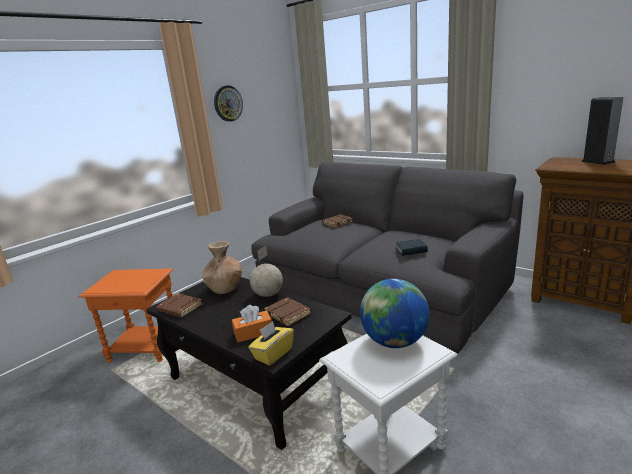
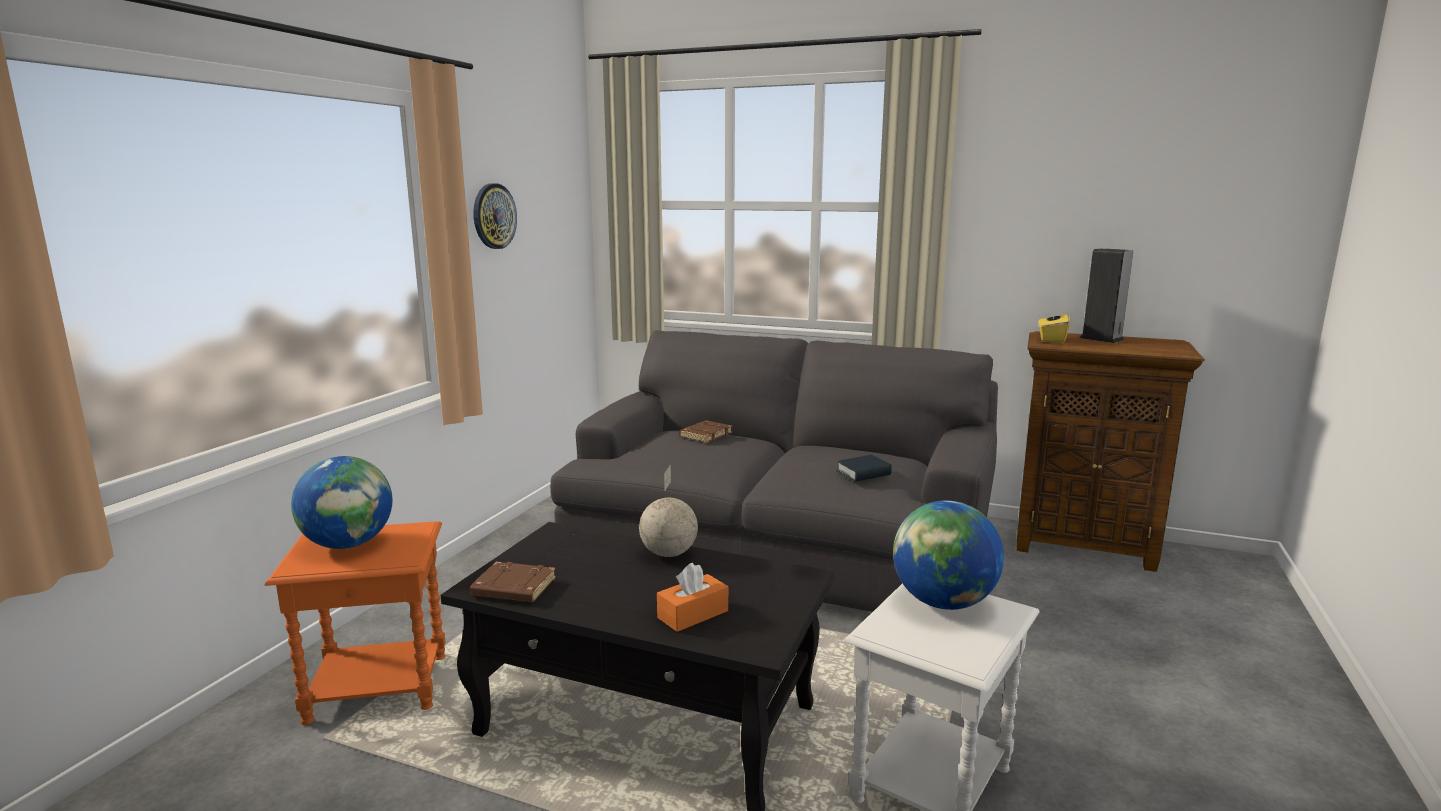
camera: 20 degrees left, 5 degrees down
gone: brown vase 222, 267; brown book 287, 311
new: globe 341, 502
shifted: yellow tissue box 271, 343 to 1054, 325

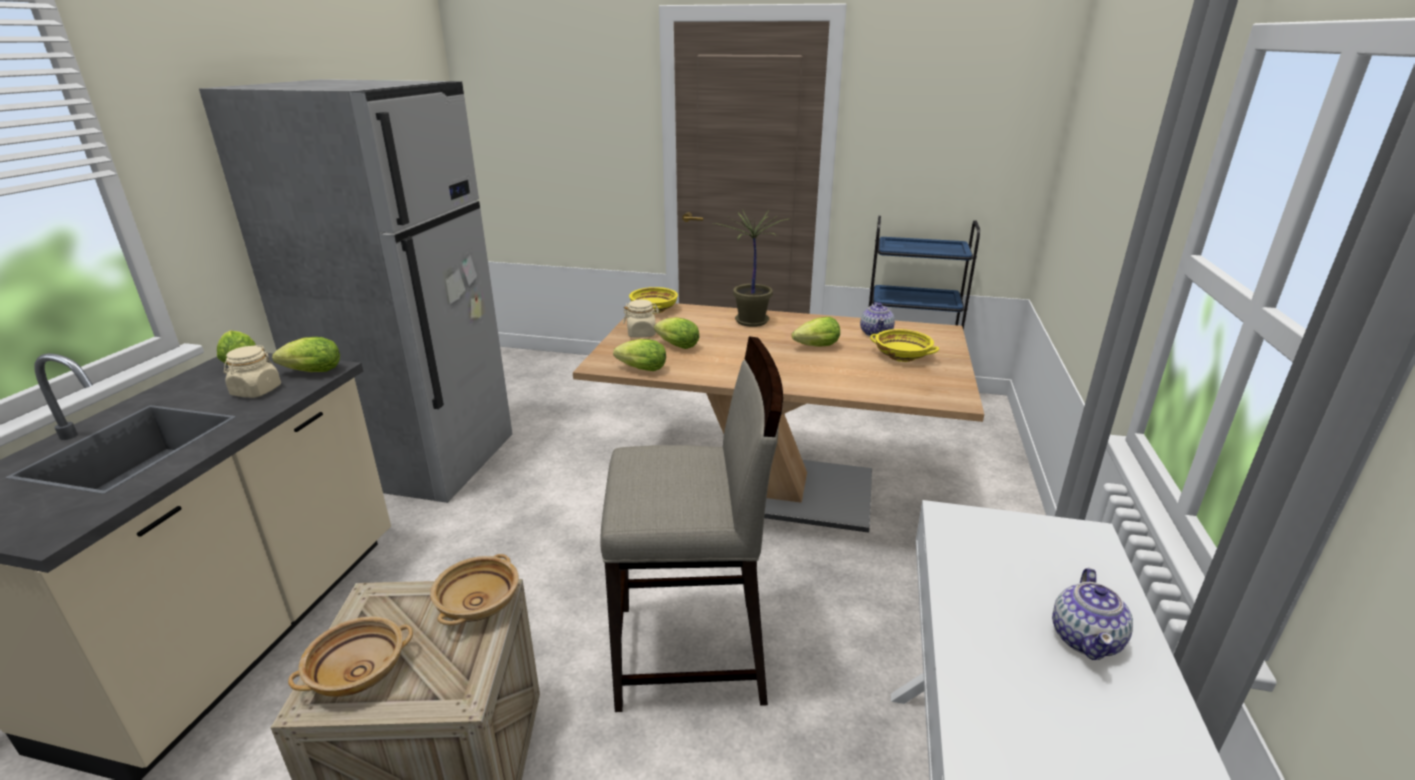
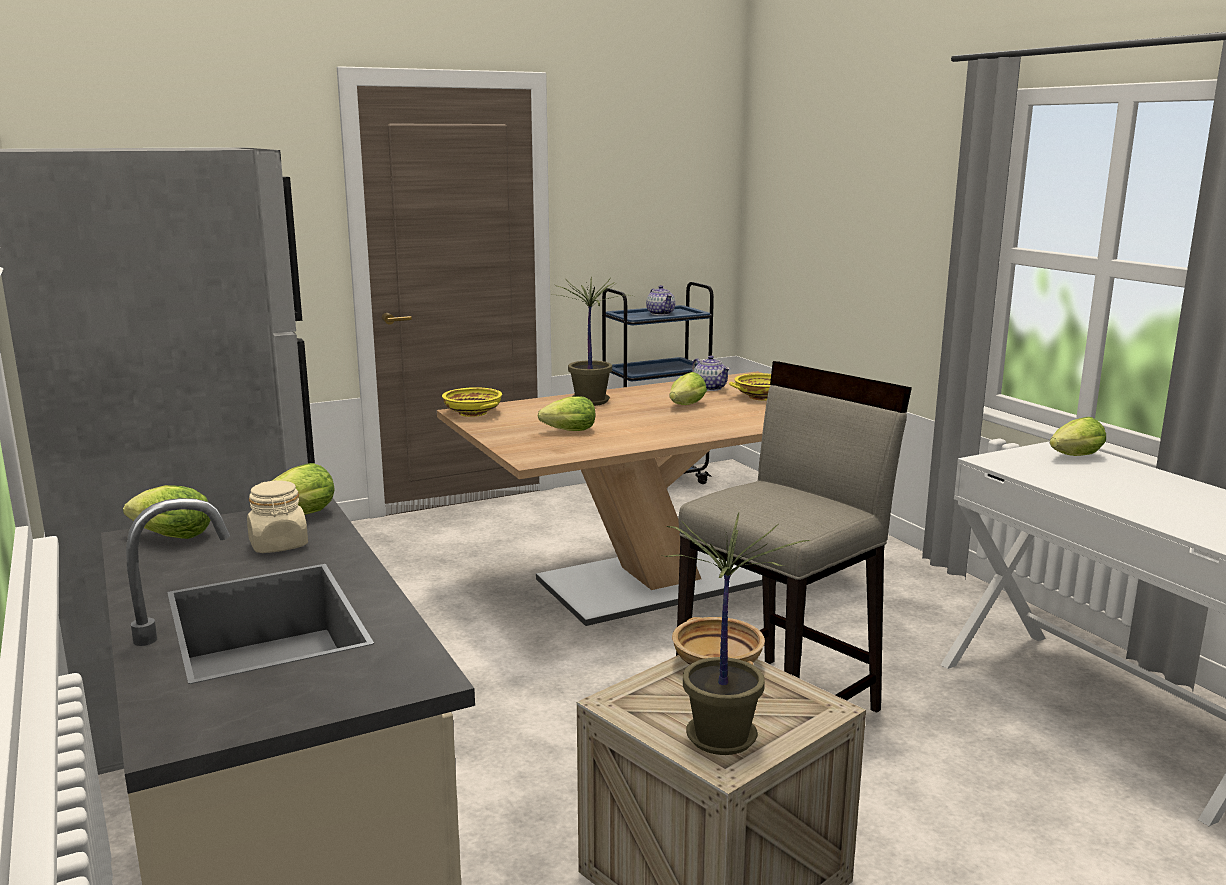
camera: 40 degrees left, 10 degrees down
gone: beige jar 641, 318
shifted: lettuce 639, 355 to 1078, 436; teapot 1092, 614 to 660, 300
swapped: beige bowl 350, 657 to potted plant 736, 633

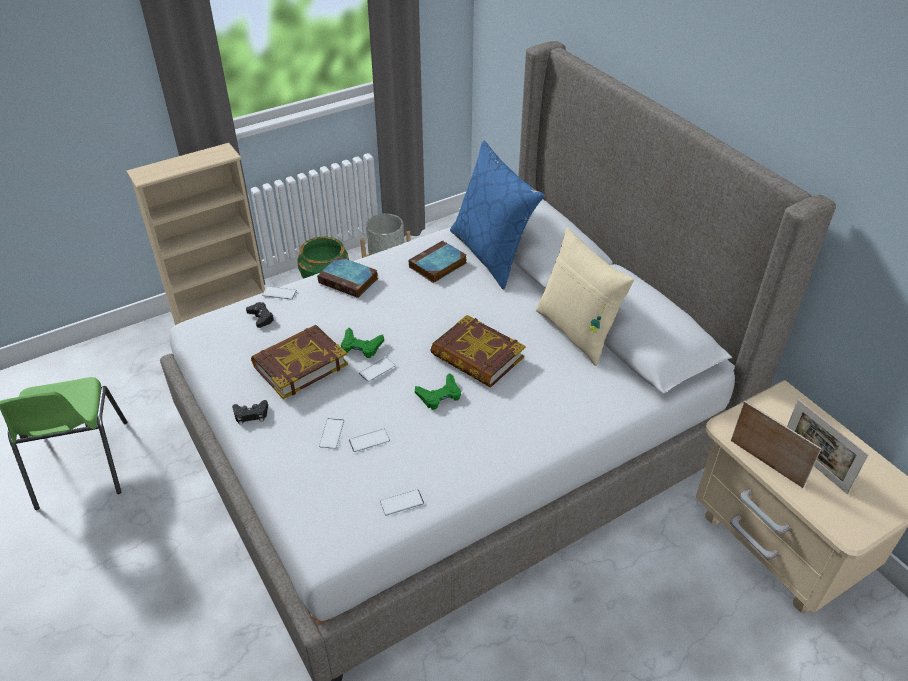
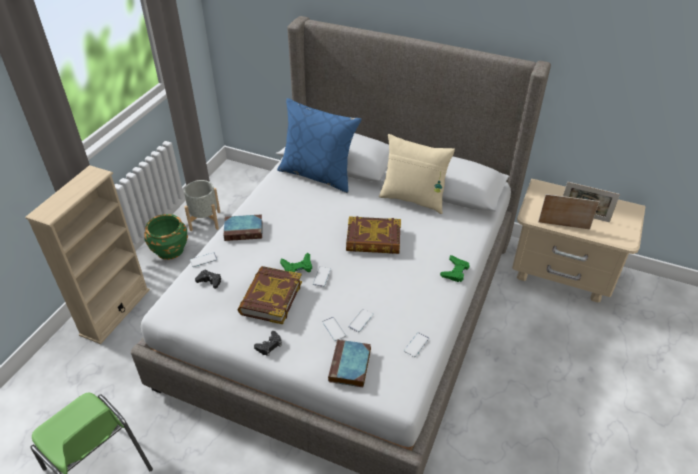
camera: 35 degrees left, 0 degrees up
shifted: book 437, 261 to 349, 363; green game controller 438, 391 to 455, 268

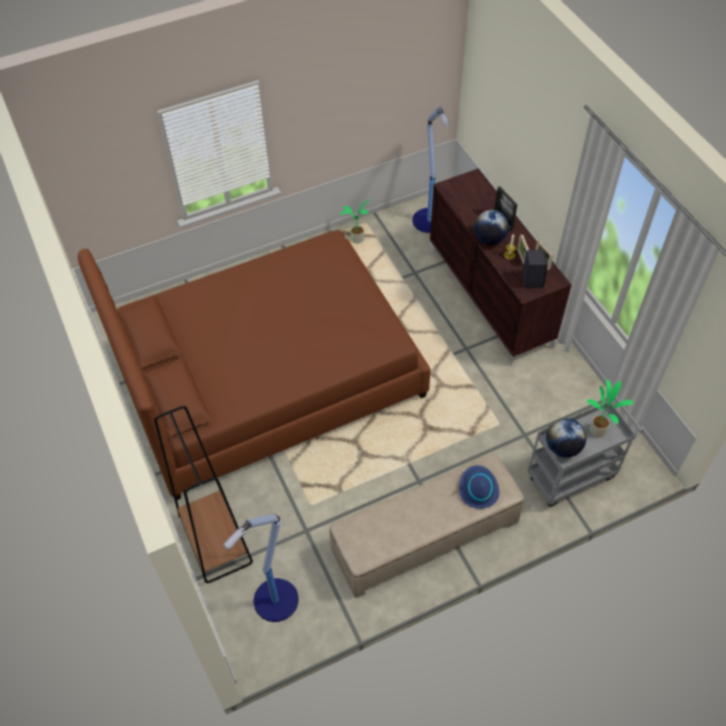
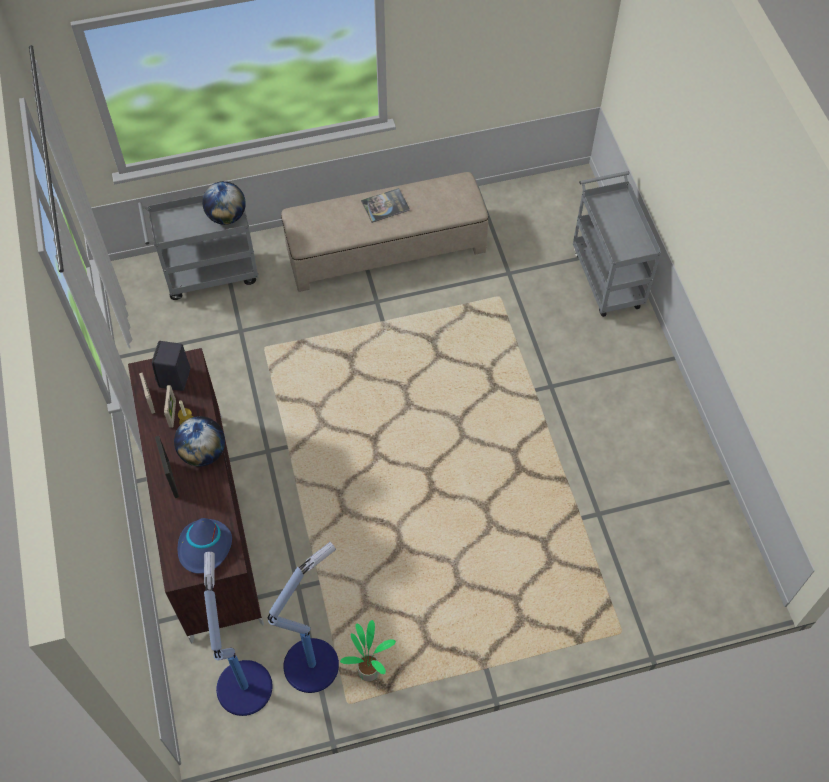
camera: 170 degrees left, 5 degrees up
gone: brown bed 254, 365; potted plant 610, 408
new: book 385, 205
shifted: floor lamp 261, 568 to 303, 617; blue hat 479, 487 to 205, 546
swapped: clothes rack 203, 494 to grey cart 617, 244

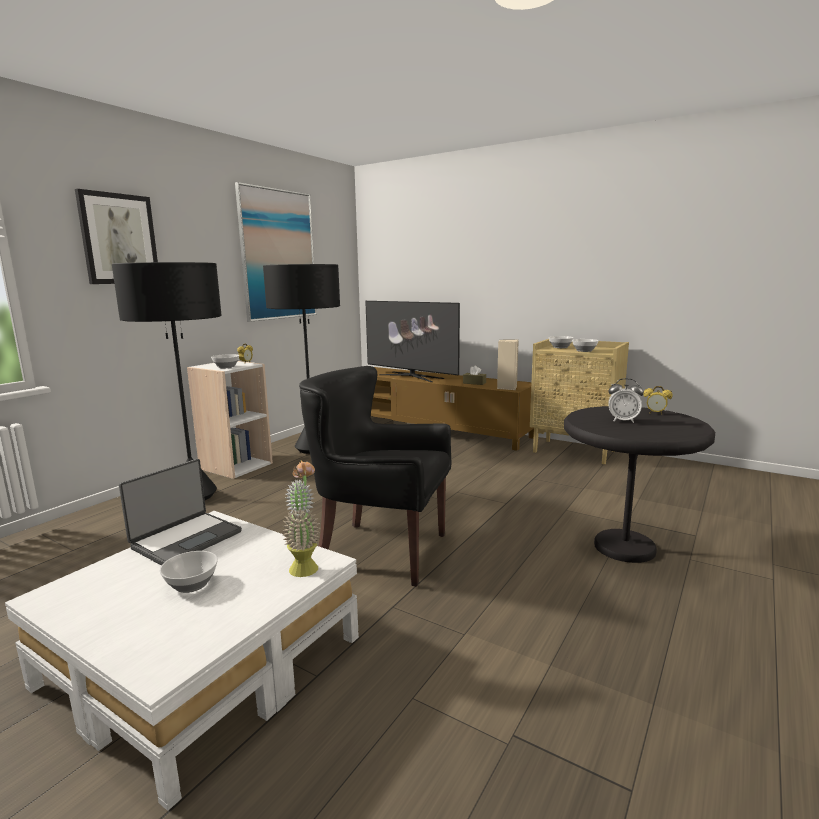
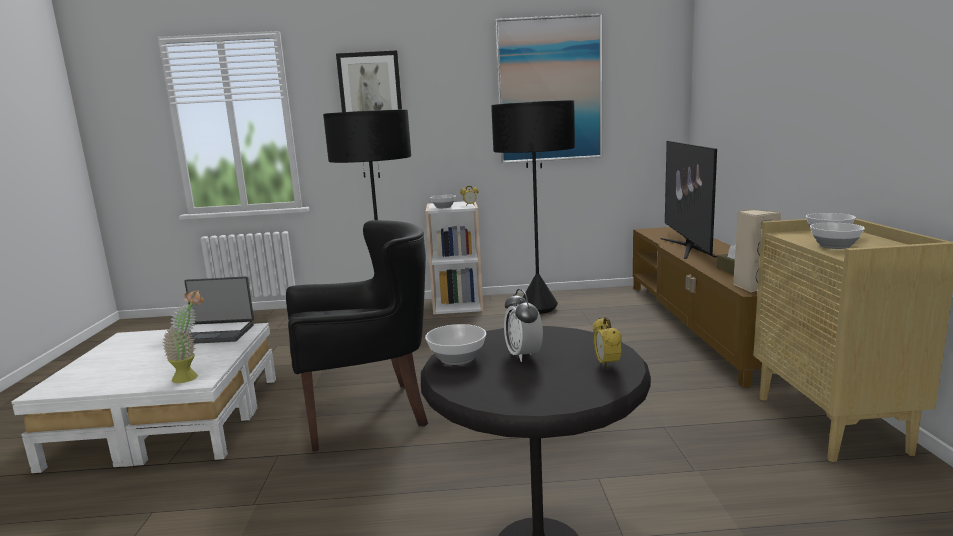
camera: 55 degrees right, 0 degrees up
shifted: bowl 189, 572 to 455, 344
rotated: black armchair 375, 476 = 357, 336 90 degrees clockwise

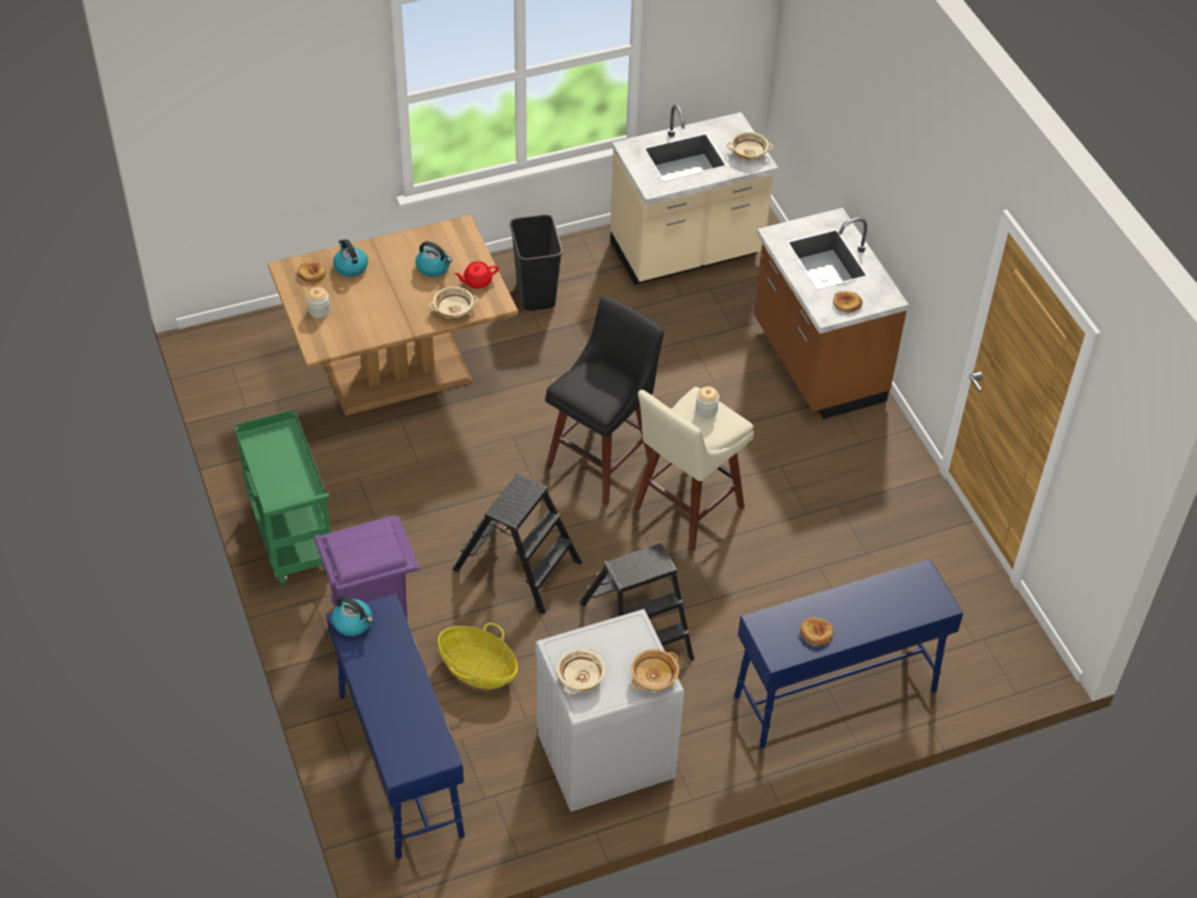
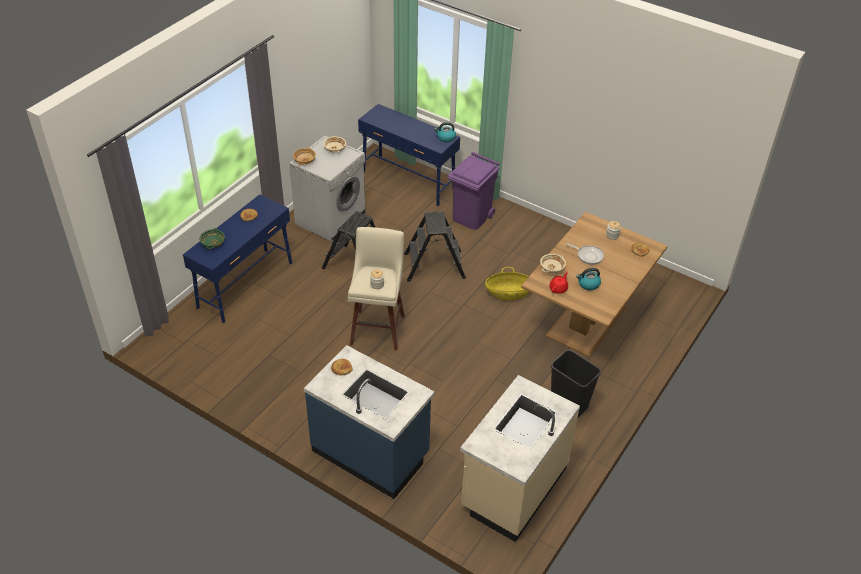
camera: 145 degrees right, 5 degrees down
gone: green cart 283, 498; kettle 350, 258; black stool 604, 401; beige bowl 750, 146
new: green bowl 212, 238; frying pan 585, 254
shifted: basket 478, 656 to 507, 284
repainted: brown counter 831, 313 to blue counter 369, 422

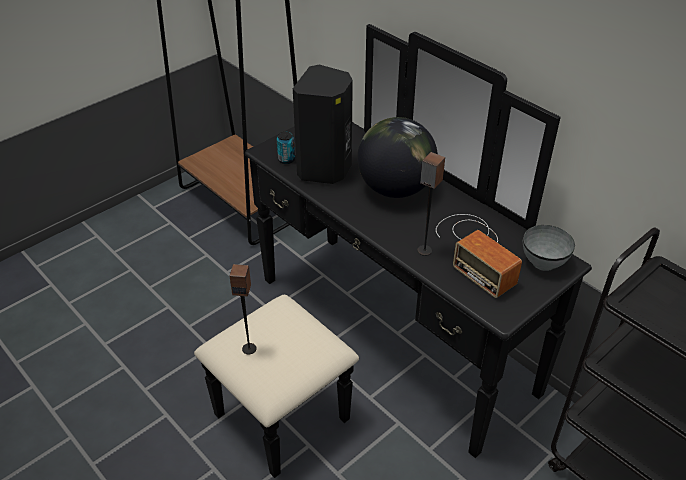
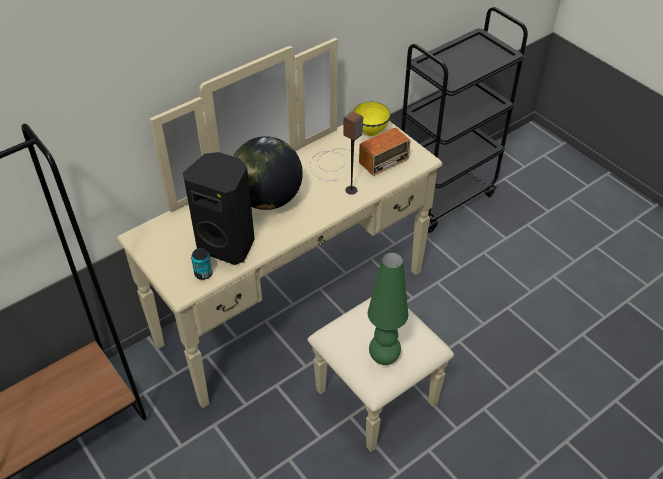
camera: 85 degrees left, 5 degrees up
swapped: speaker 243, 309 to green table lamp 388, 308
repainted: black dresser 393, 251 to beige dresser 285, 245; grey bowl 549, 248 to yellow bowl 372, 119

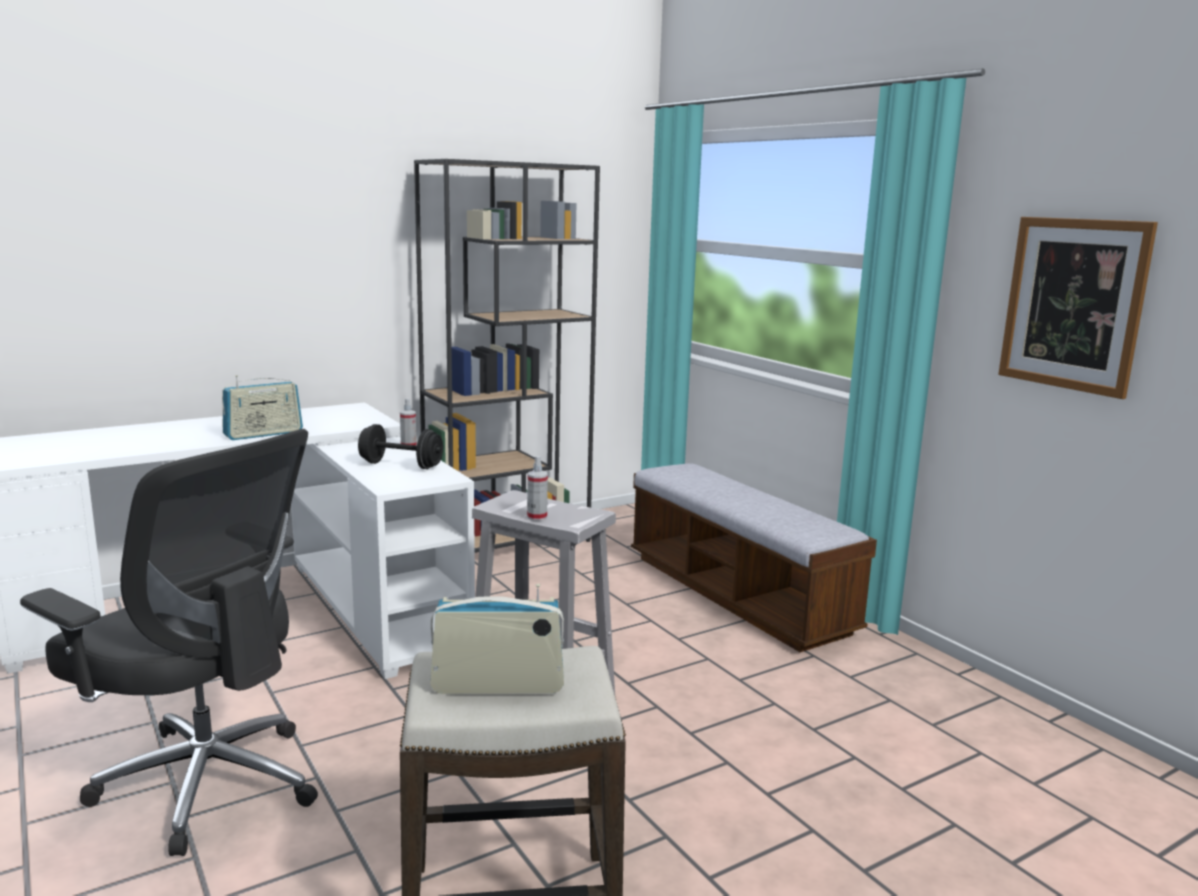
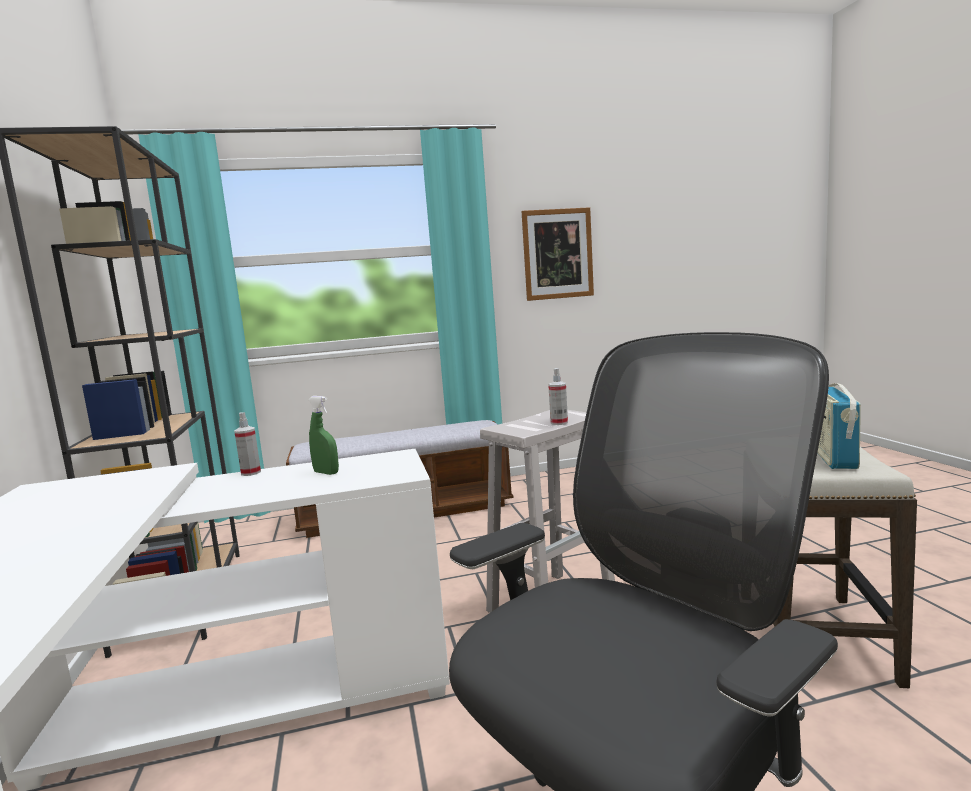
camera: 70 degrees left, 5 degrees down
gone: radio 262, 407
swapped: black dumbbell 400, 446 to green spray bottle 324, 435

